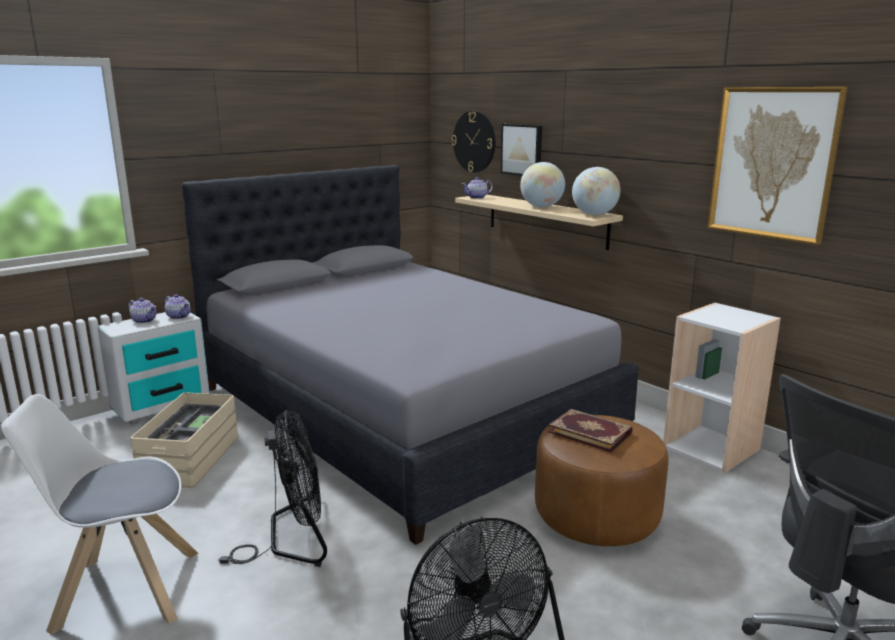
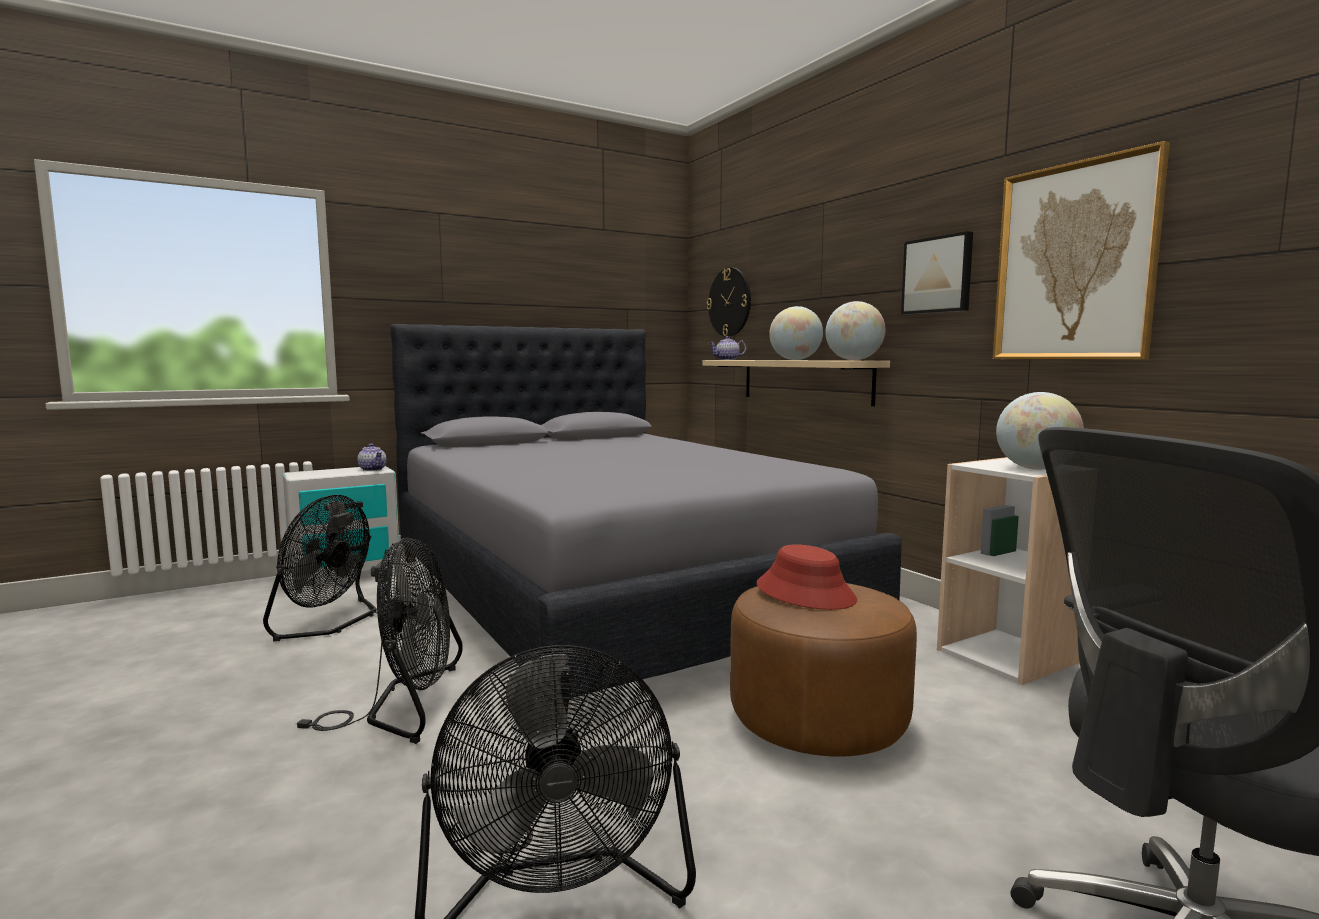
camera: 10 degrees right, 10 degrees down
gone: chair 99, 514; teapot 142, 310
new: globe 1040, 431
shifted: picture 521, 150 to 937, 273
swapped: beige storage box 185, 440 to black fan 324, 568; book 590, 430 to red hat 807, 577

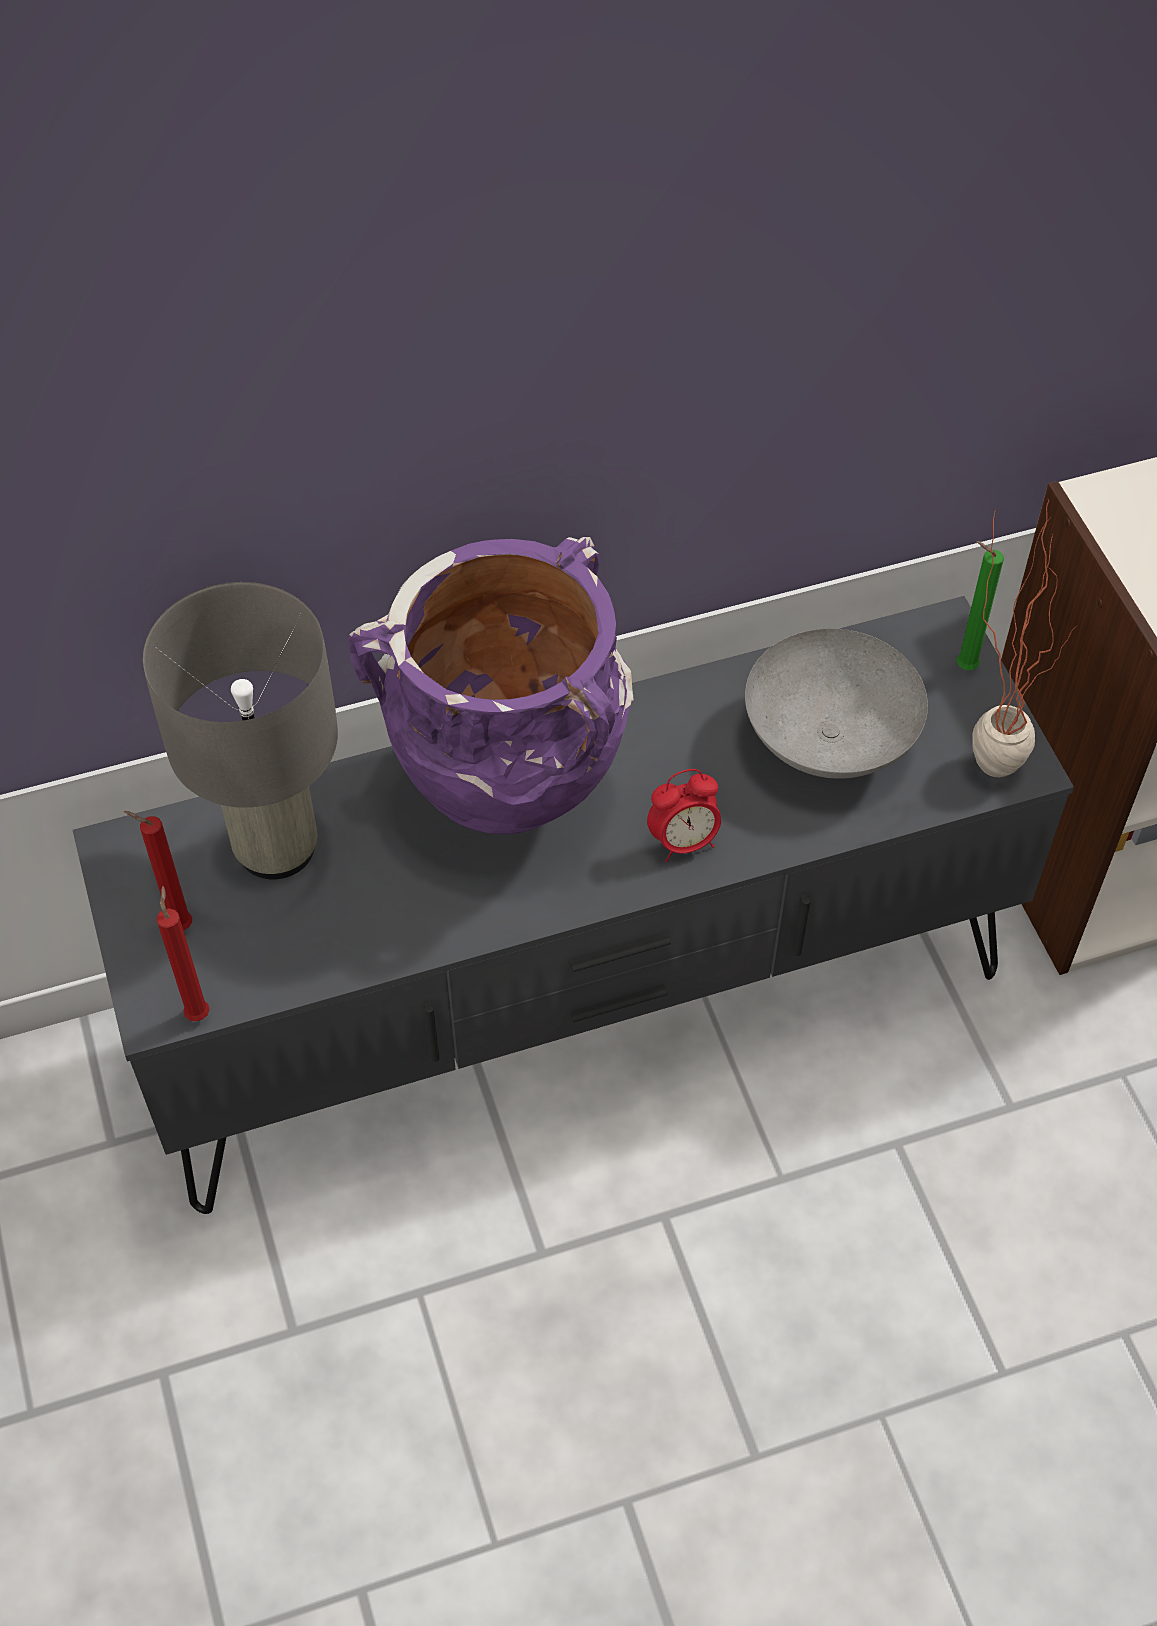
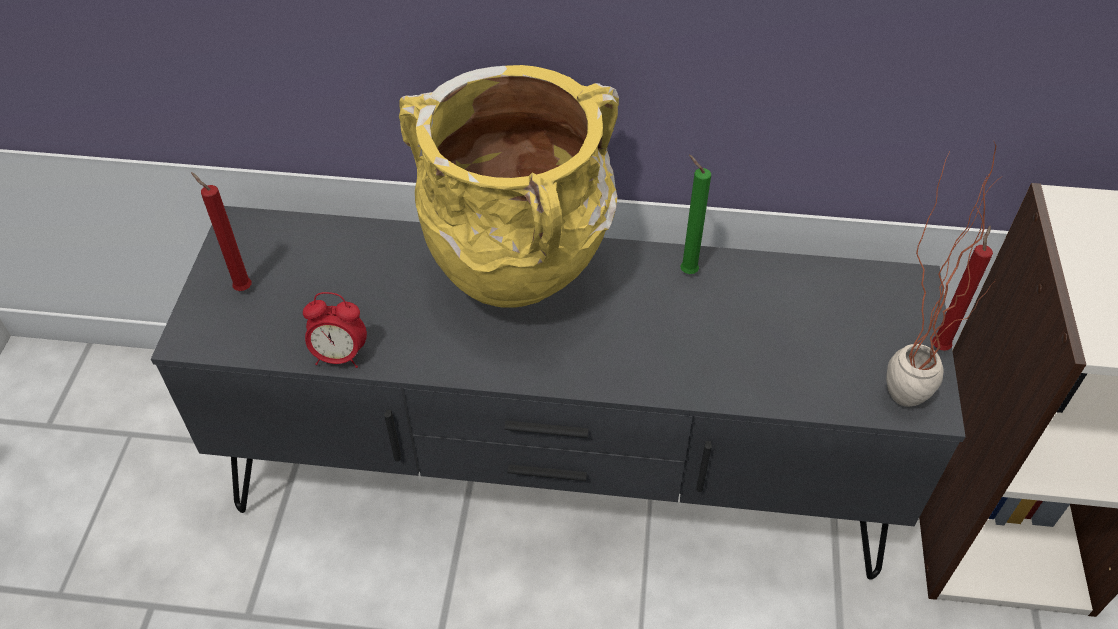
camera: 25 degrees right, 5 degrees down
gone: grey table lamp 240, 730; grey bowl 836, 703
shifted: red candle 183, 954 to 962, 288; alarm clock 684, 815 to 335, 330; green candle 980, 605 to 695, 214
repainted: purple vase 491, 686 to yellow vase 509, 186

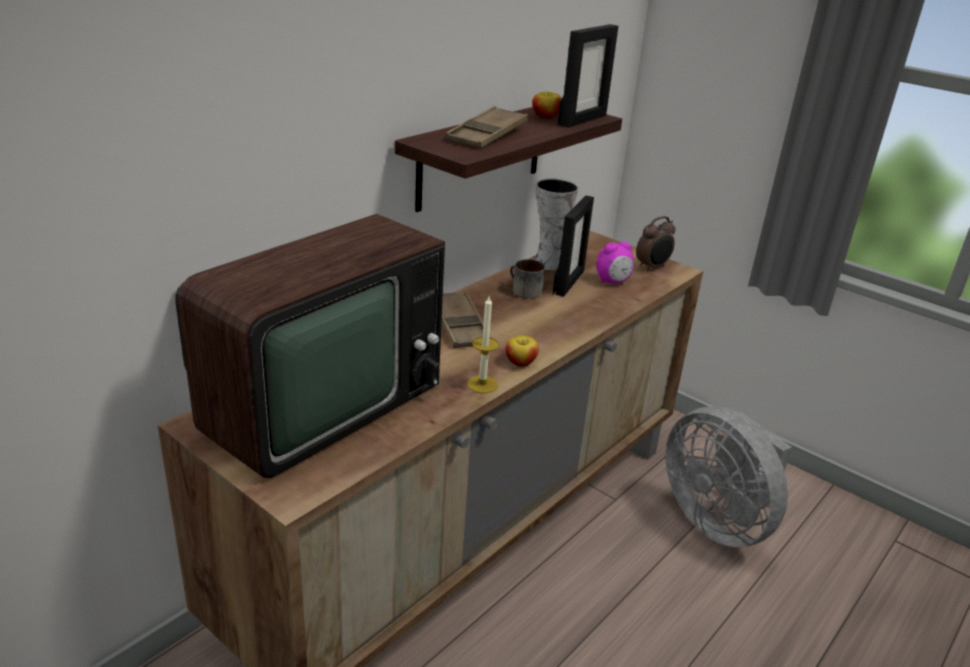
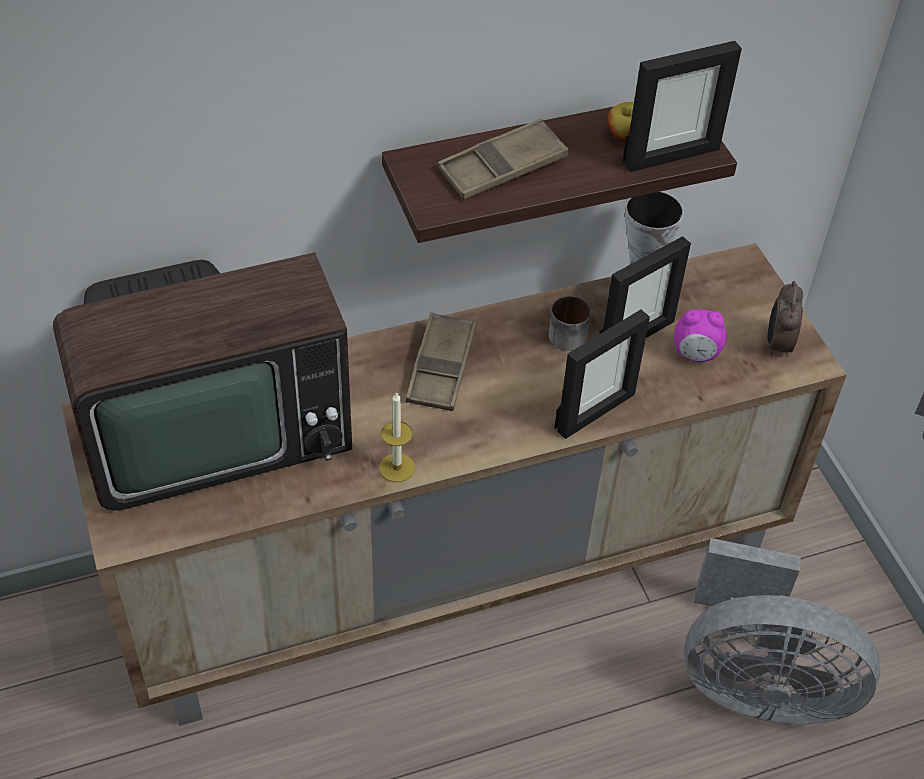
camera: 30 degrees right, 20 degrees up
gone: apple 522, 351
new: picture frame 602, 374
rotated: alarm clock 656, 243 = 785, 319 105 degrees clockwise; grey fan 729, 476 = 782, 631 75 degrees counterclockwise

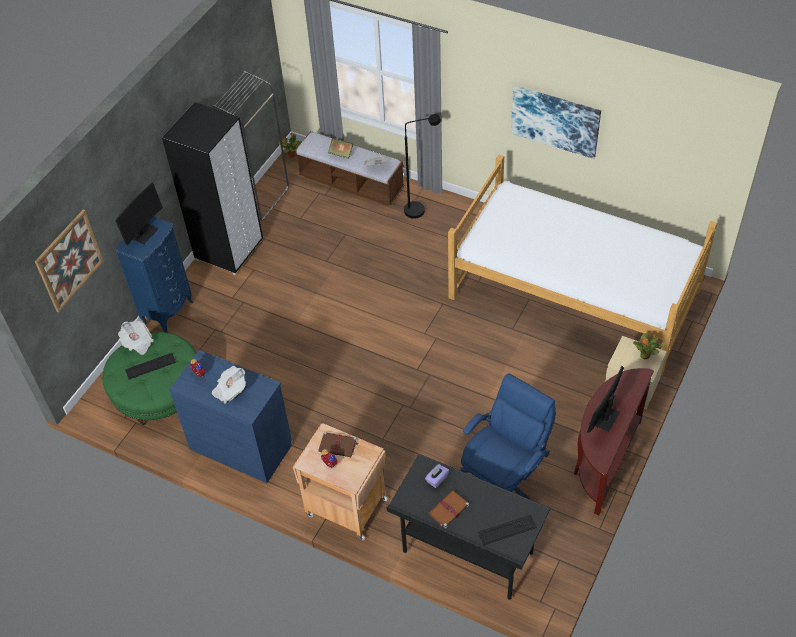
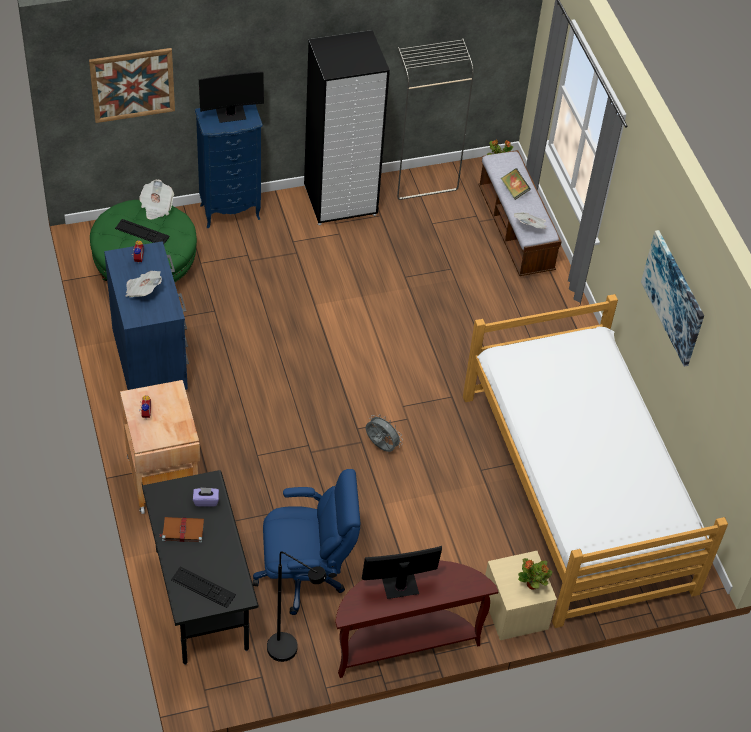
camera: 40 degrees right, 0 degrees up
gone: brown book 338, 444
new: grey fan 384, 433
shifted: black floor lamp 422, 166 to 297, 606

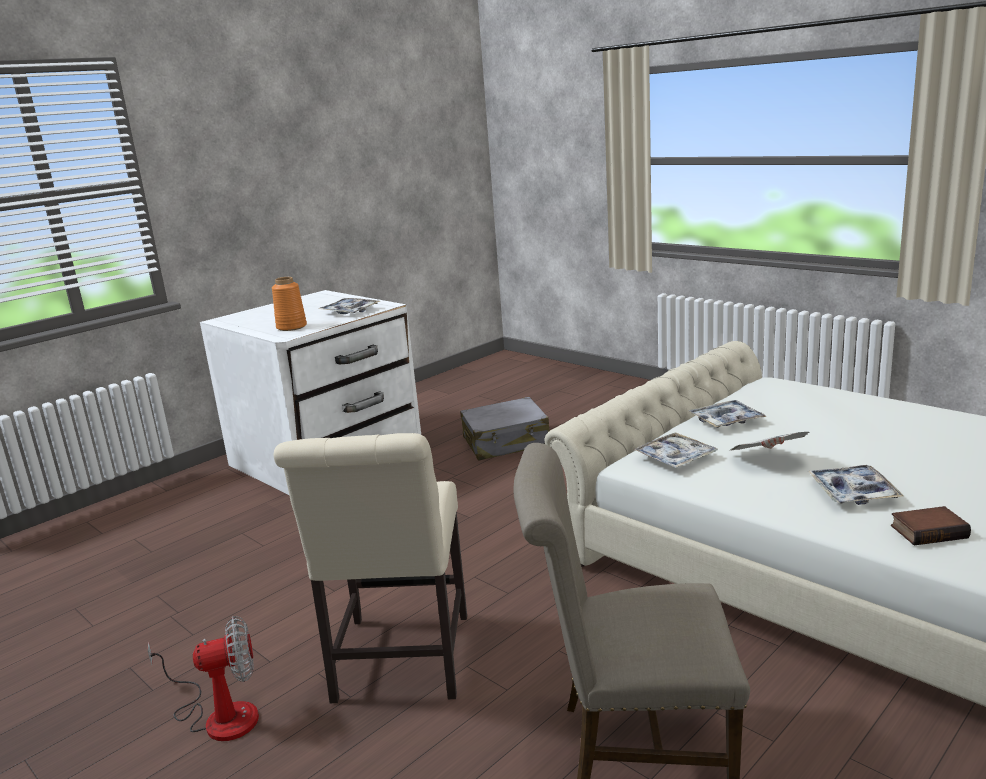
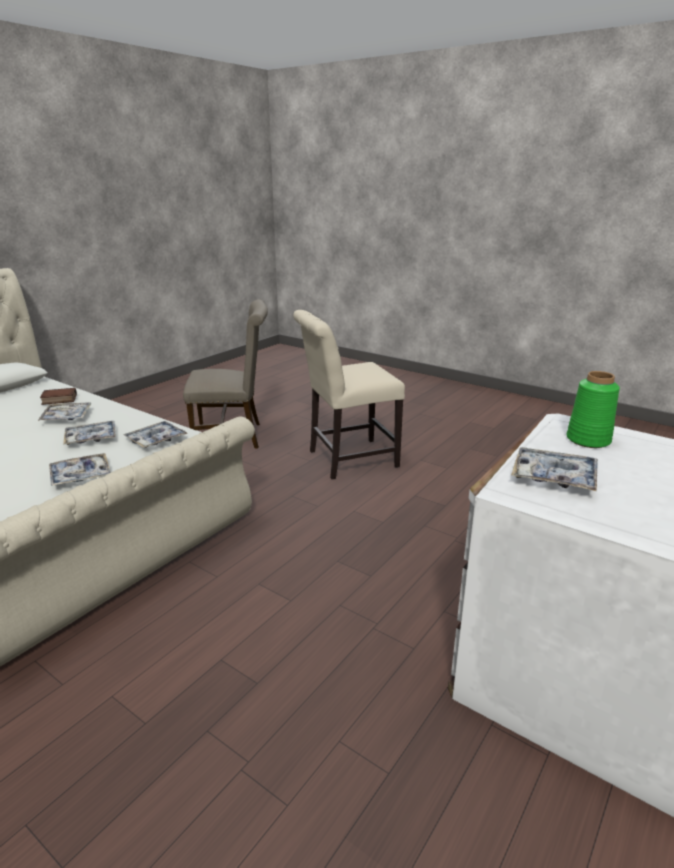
camera: 170 degrees right, 5 degrees up
gone: fan 203, 678; grey suitcase 504, 429
swapped: newspaper 769, 441 to tray 89, 433
repainted: orange vase 289, 304 to green vase 593, 409
rotated: beige chair 370, 568 = 349, 394 105 degrees counterclockwise

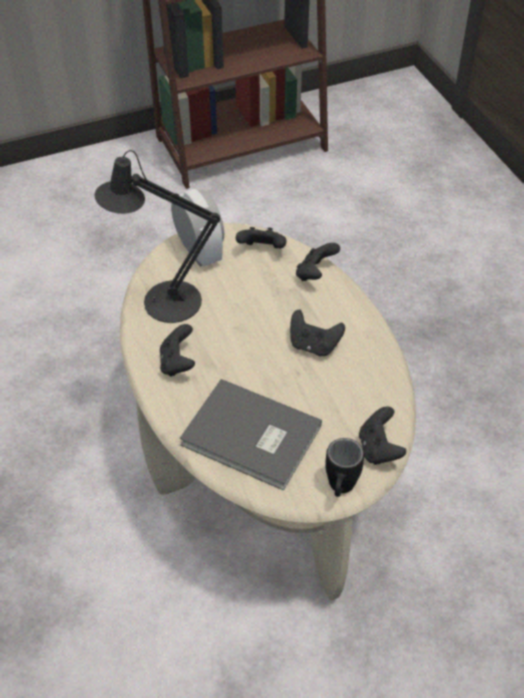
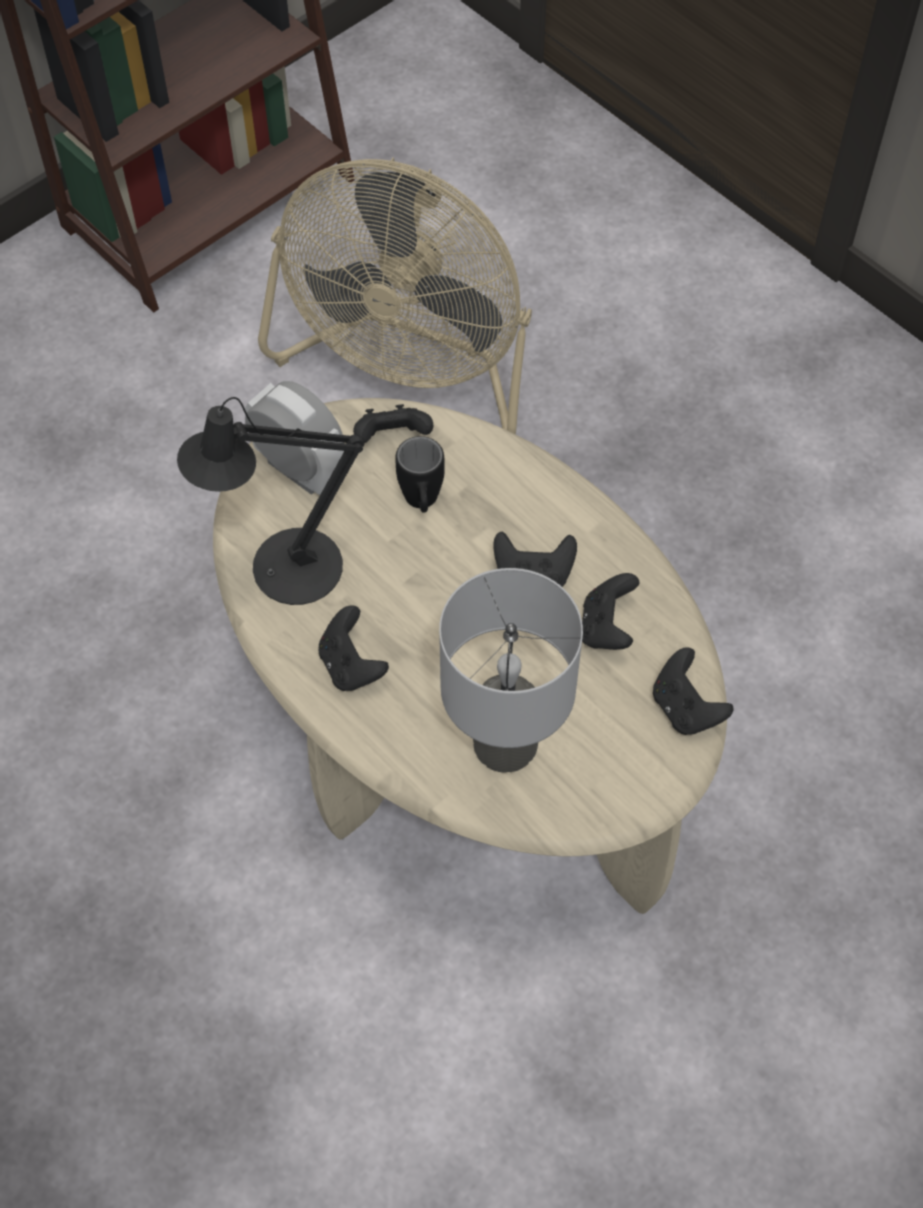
camera: 20 degrees left, 10 degrees up
new: beige fan 395, 295
shifted: black game controller 318, 262 to 610, 611; black mug 344, 467 to 420, 474
swapped: grey book 251, 434 to white table lamp 511, 670

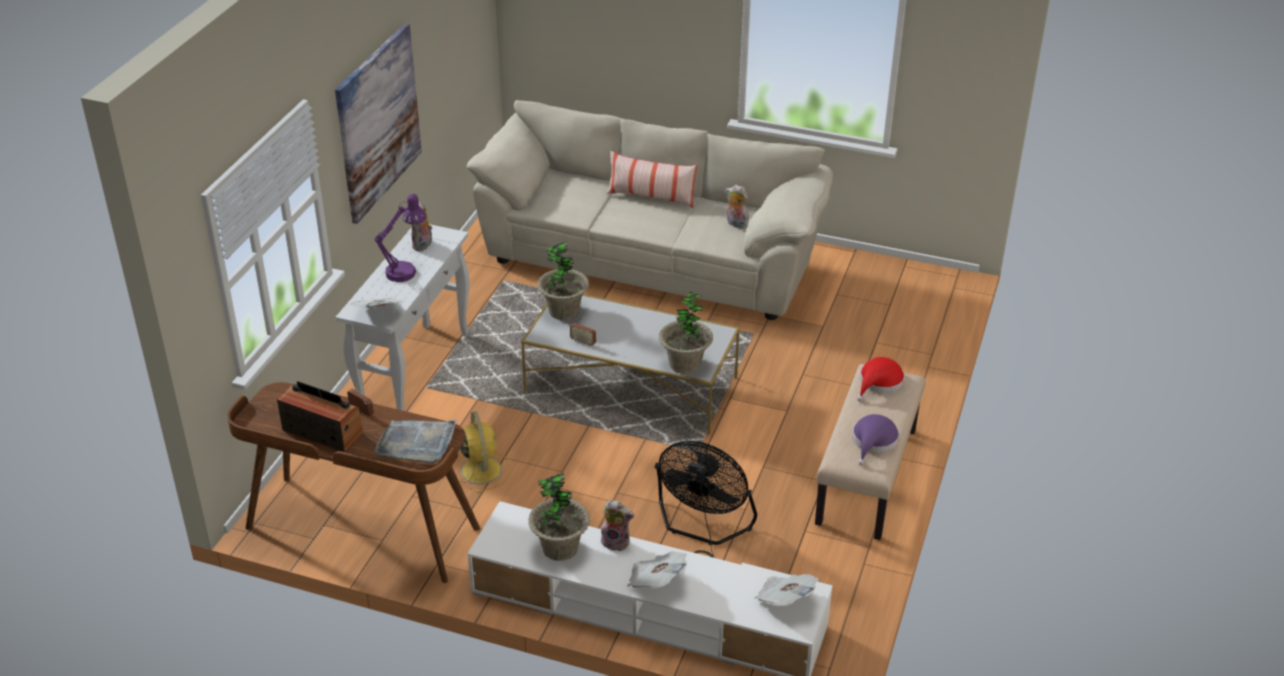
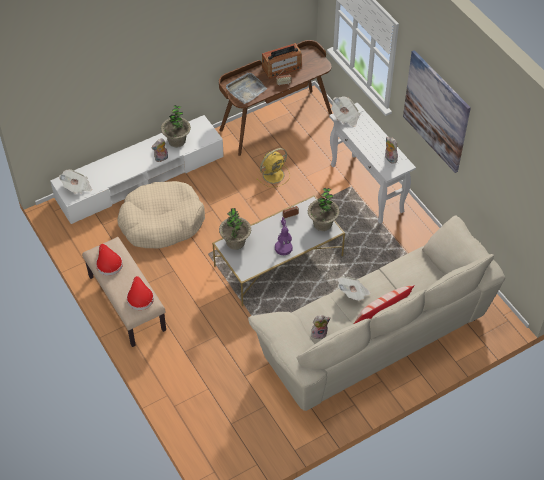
camera: 130 degrees right, 15 degrees up
shifted: purple table lamp 400, 238 to 284, 236; newspaper 657, 570 to 354, 288
swapped: black fan 706, 499 to beige dog bed 161, 215
repainted: purple hat 875, 440 to red hat 109, 260
rotated: yellow fan 484, 452 = 273, 167 60 degrees counterclockwise

